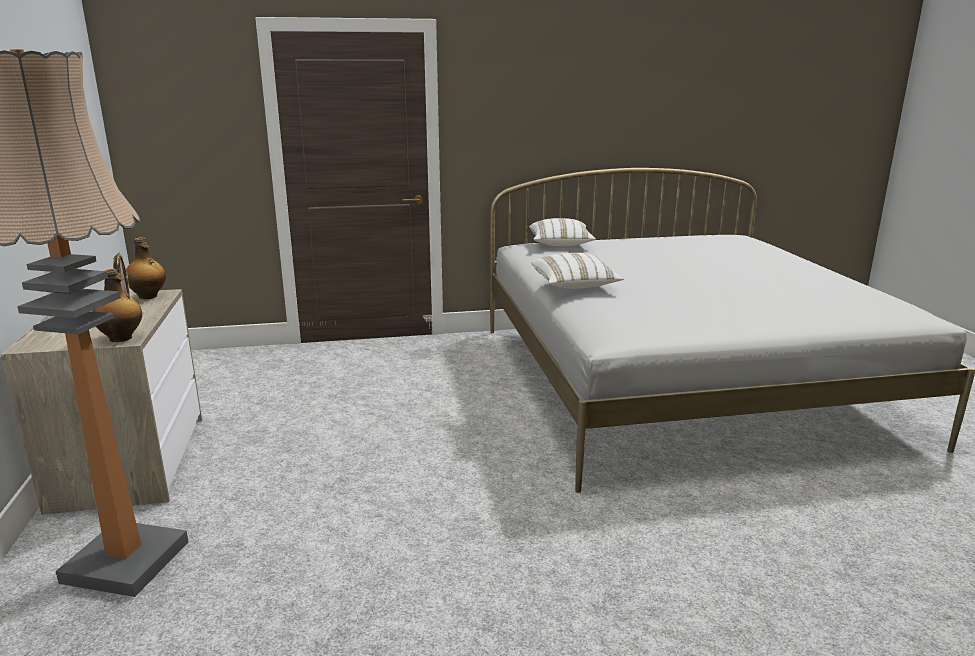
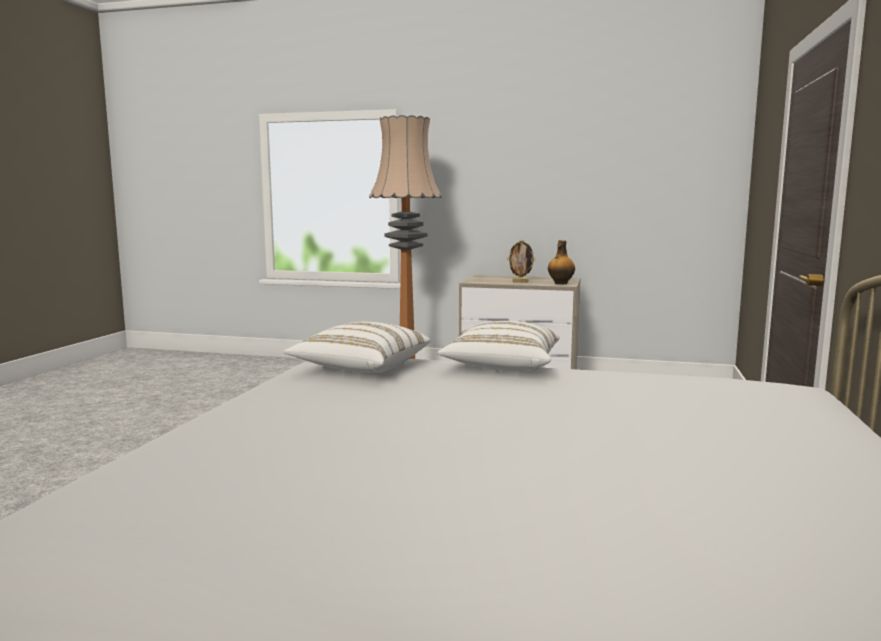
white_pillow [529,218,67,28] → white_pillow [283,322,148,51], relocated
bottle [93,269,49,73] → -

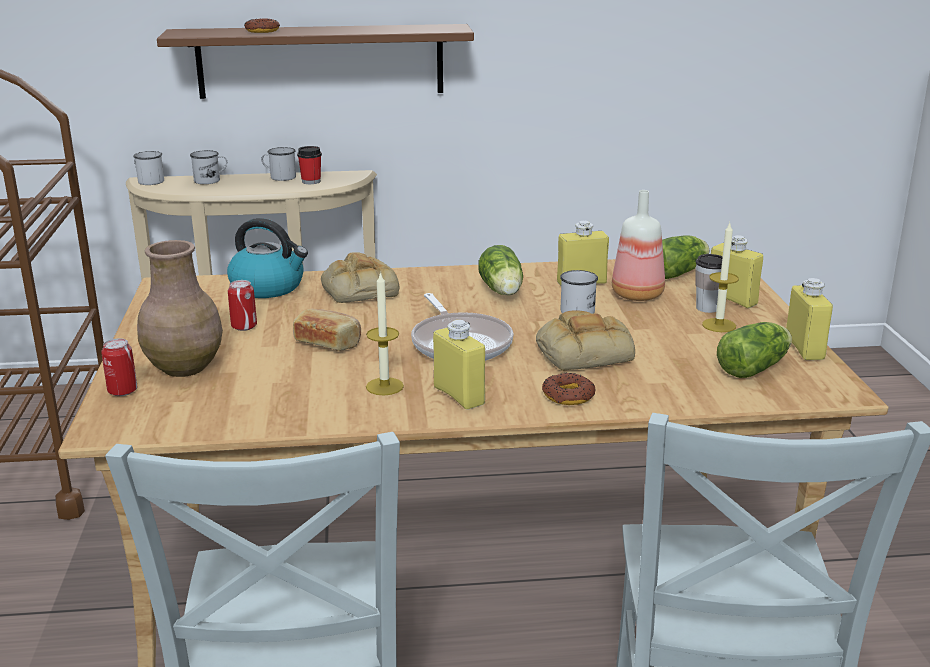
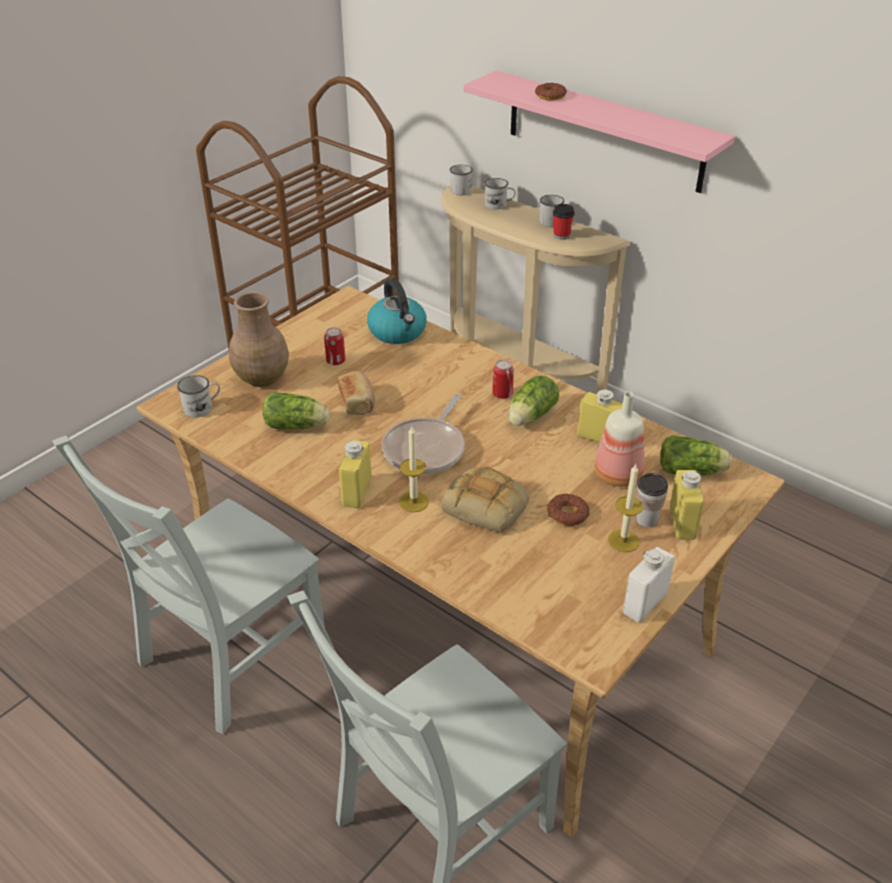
white_mug [560,270,38,44] → white_mug [177,375,43,42], relocated
lettuce [717,322,75,56] → lettuce [263,392,66,37], relocated
candle [366,272,38,123] → candle [399,426,30,86], relocated
brown_shelf [157,24,317,75] → pink_shelf [464,70,271,123]
can [101,338,36,58] → can [492,359,22,40], relocated
donut [542,373,53,32] → donut [547,493,43,33], relocated
yellow_bottle [786,278,47,82] → white_bottle [623,547,52,75]
bread [321,252,78,51] → -

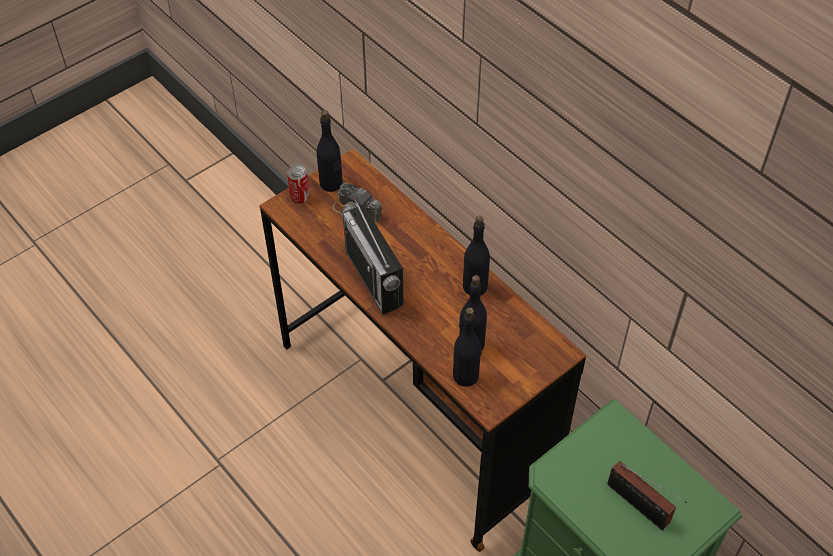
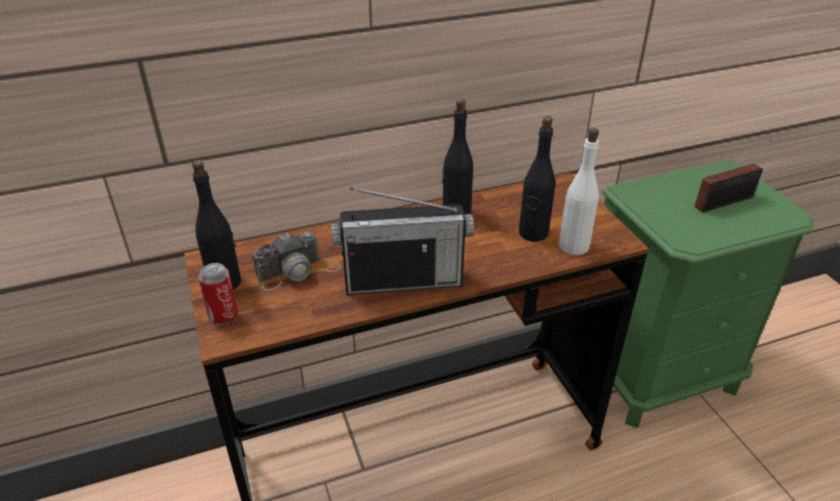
black_bottle [453,307,29,80] → white_bottle [559,128,40,127]

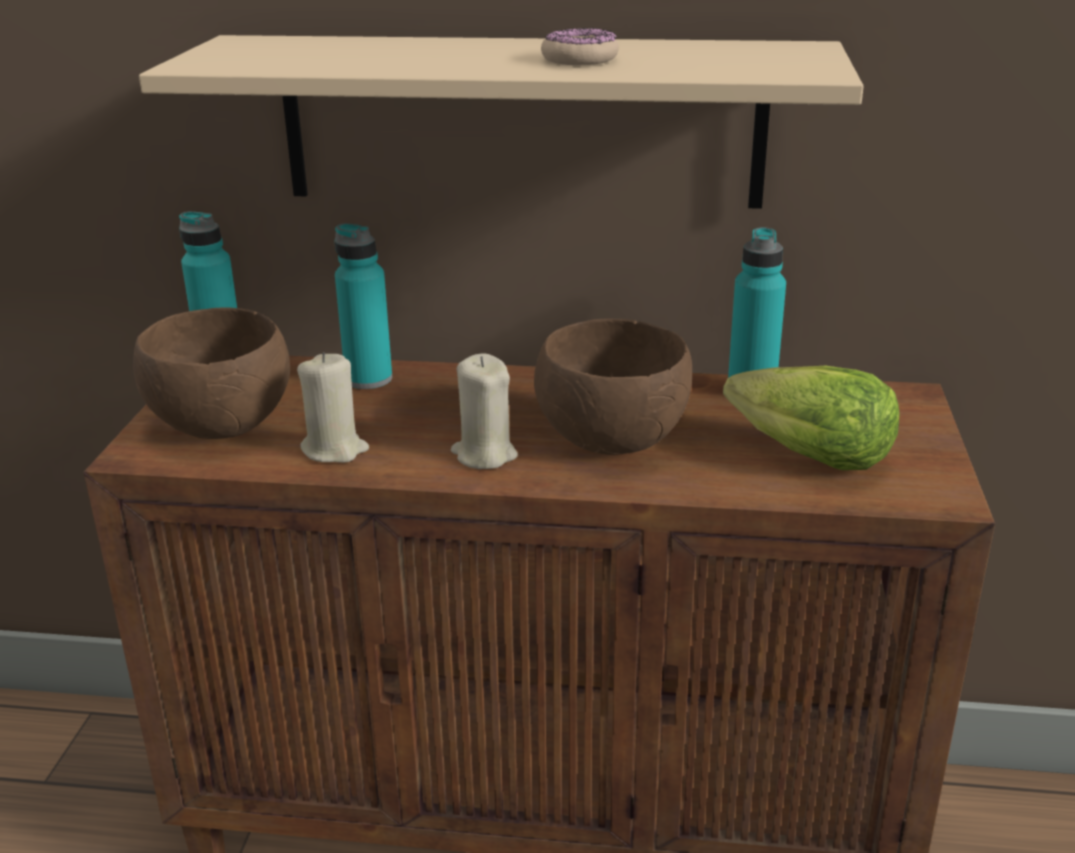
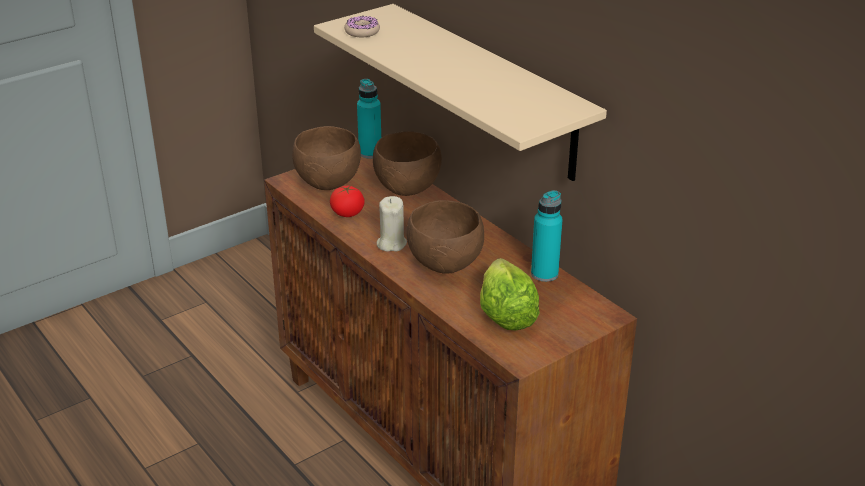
beige_candle [297,352,72,111] → tomato [330,186,35,31]
donut [541,28,78,37] → donut [344,16,36,21], relocated
turquoise_bottle [334,223,58,166] → brown_bowl [373,131,69,65]

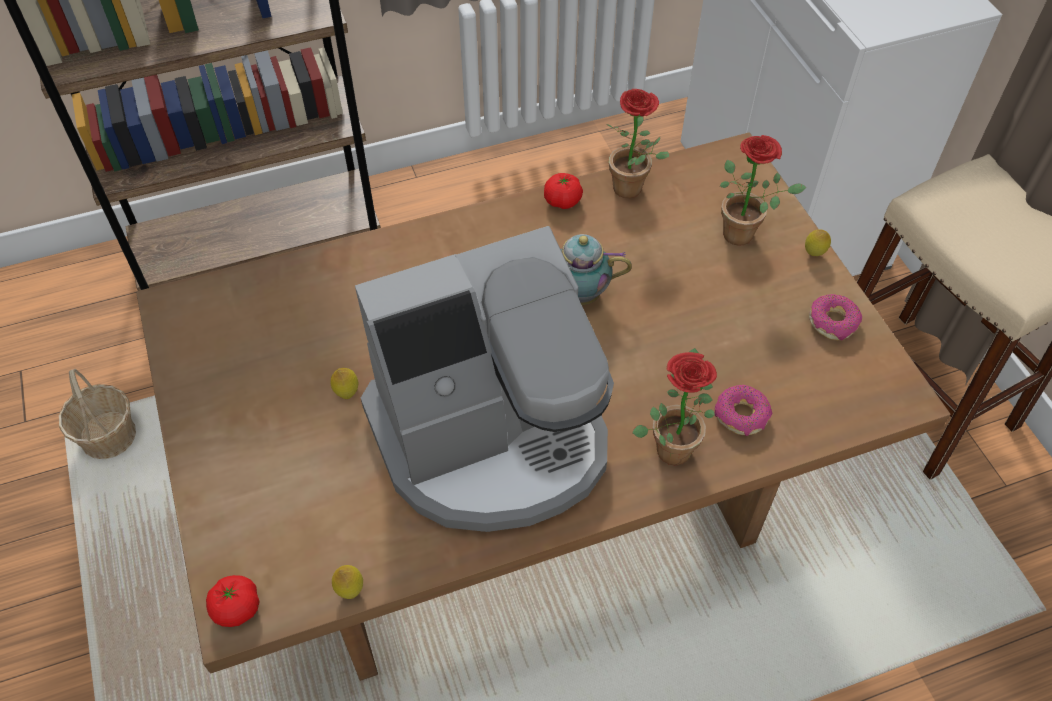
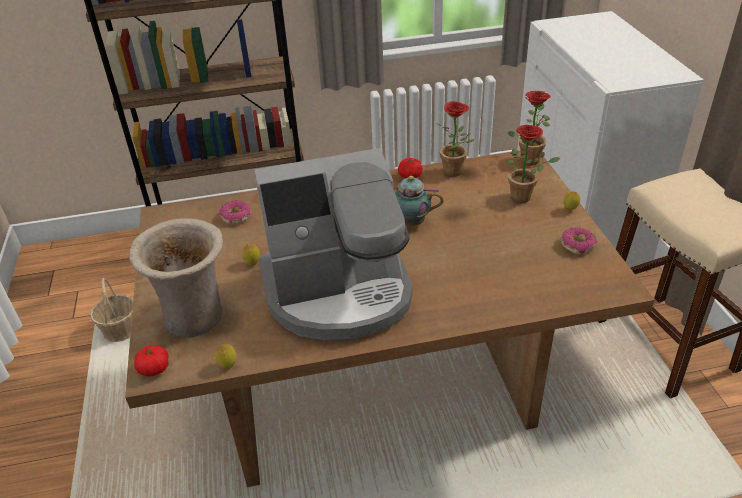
- → beige_vase [129,219,94,119]
donut [715,385,57,51] → donut [219,200,32,24], relocated
potted_plant [632,348,85,118] → potted_plant [507,91,44,75], relocated

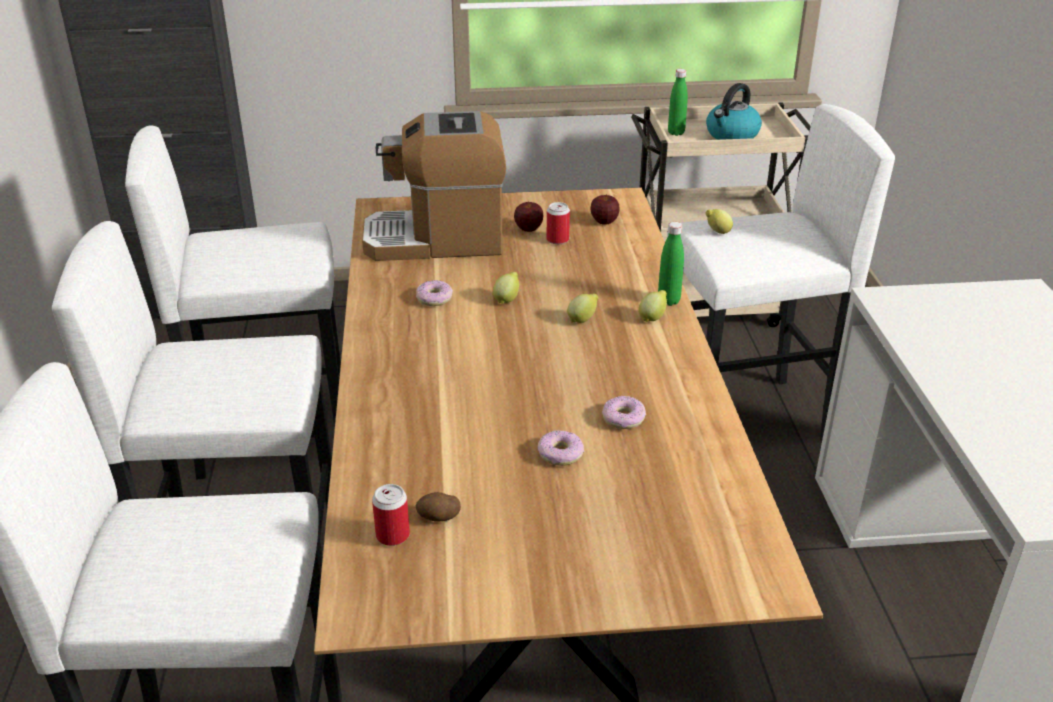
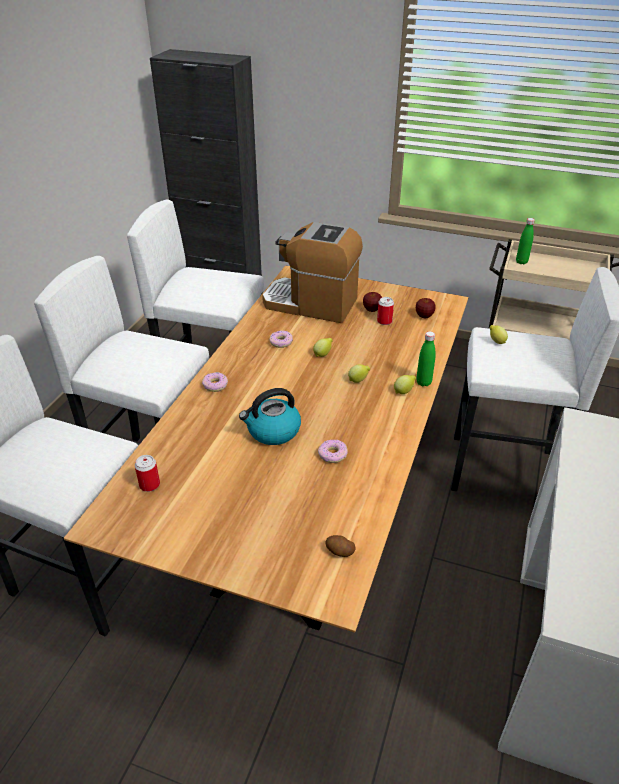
donut [538,430,46,36] → donut [202,372,26,20], relocated
kettle [706,83,56,57] → kettle [239,388,62,57], relocated
potato [416,492,45,30] → potato [325,535,31,22], relocated

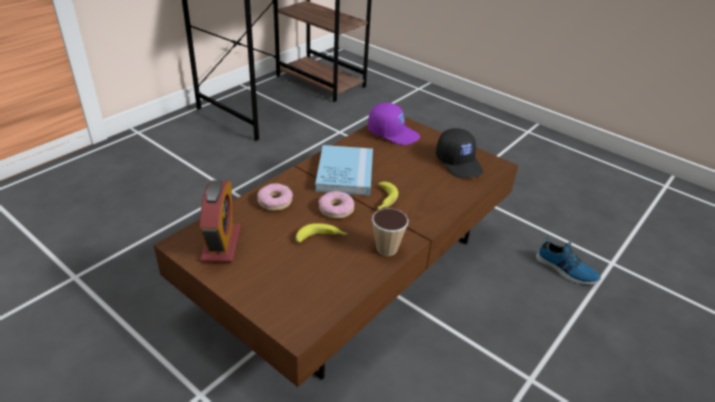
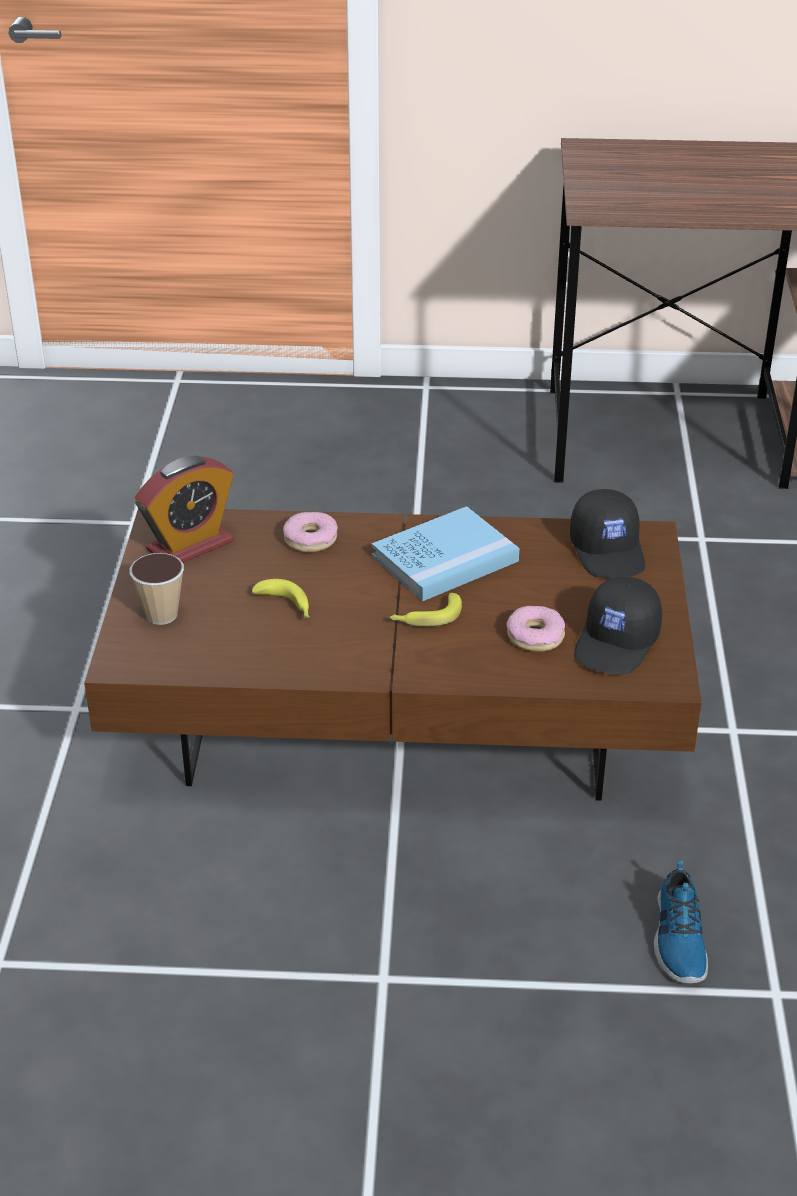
cup [372,208,36,48] → cup [130,553,54,72], relocated
donut [318,191,36,28] → donut [506,606,59,46], relocated
purple_cap [368,102,52,43] → black_cap [570,489,75,90]

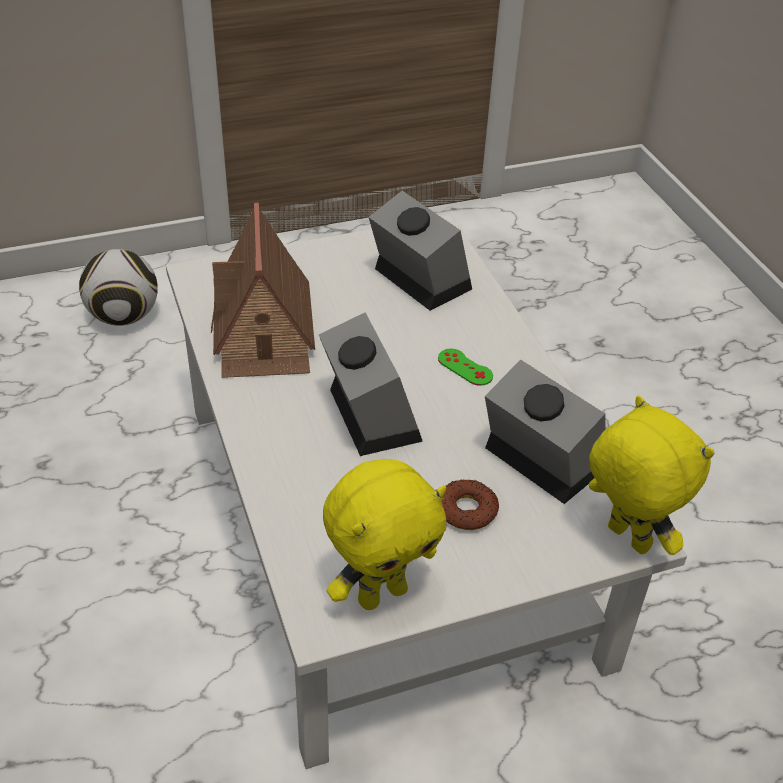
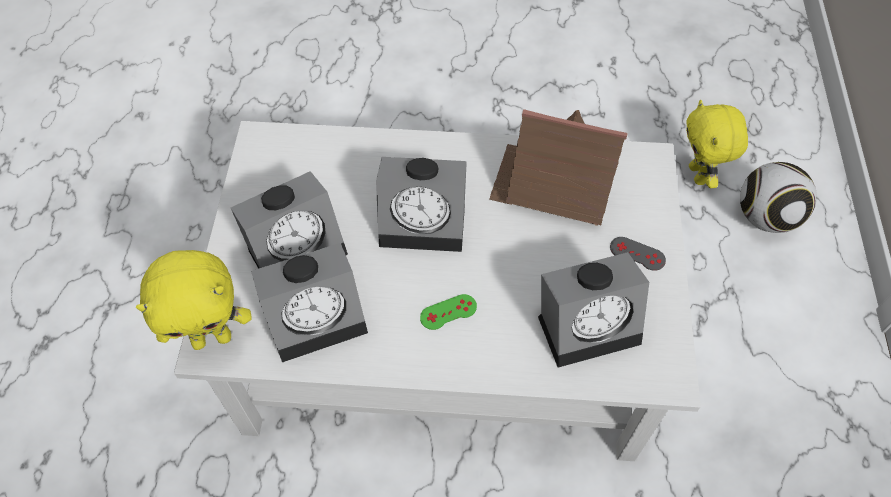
donut [442,480,57,50] → alarm_clock [231,171,117,98]
- → grey_game_controller [610,237,56,34]
yellow_plush_toy [323,459,123,151] → yellow_plush_toy [686,100,62,88], relocated

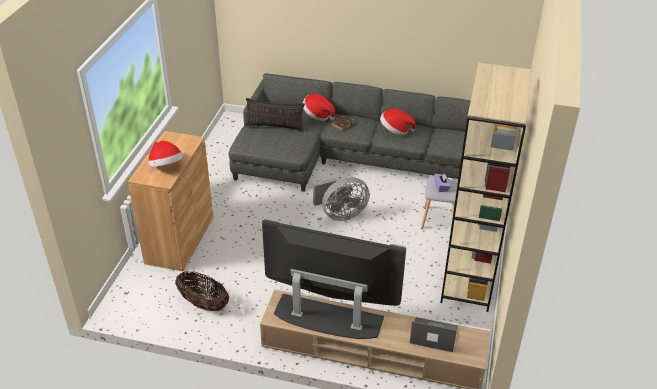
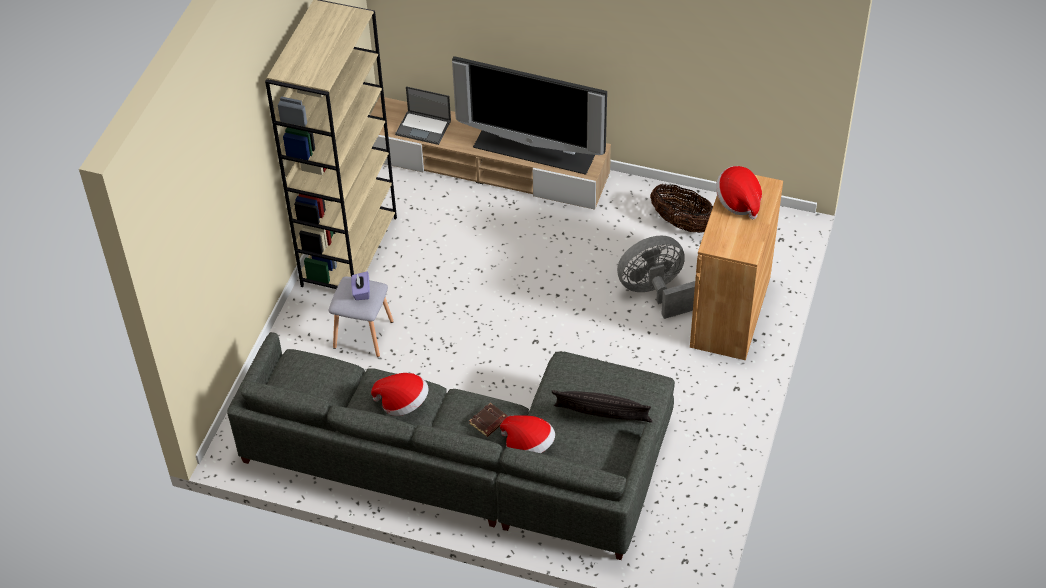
grey_fan [313,177,57,44] → grey_fan [617,236,78,83], relocated

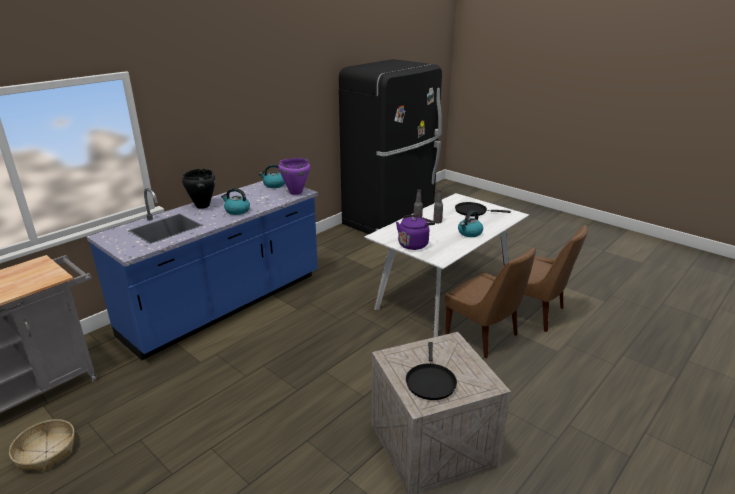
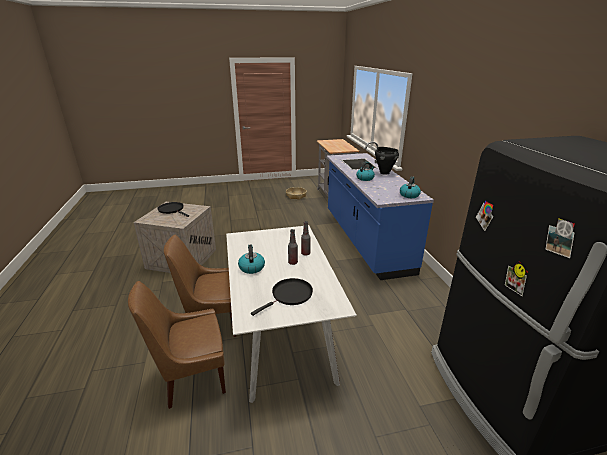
purple_cooking_pot [278,158,32,37] → -
purple_kettle [396,215,39,35] → -

